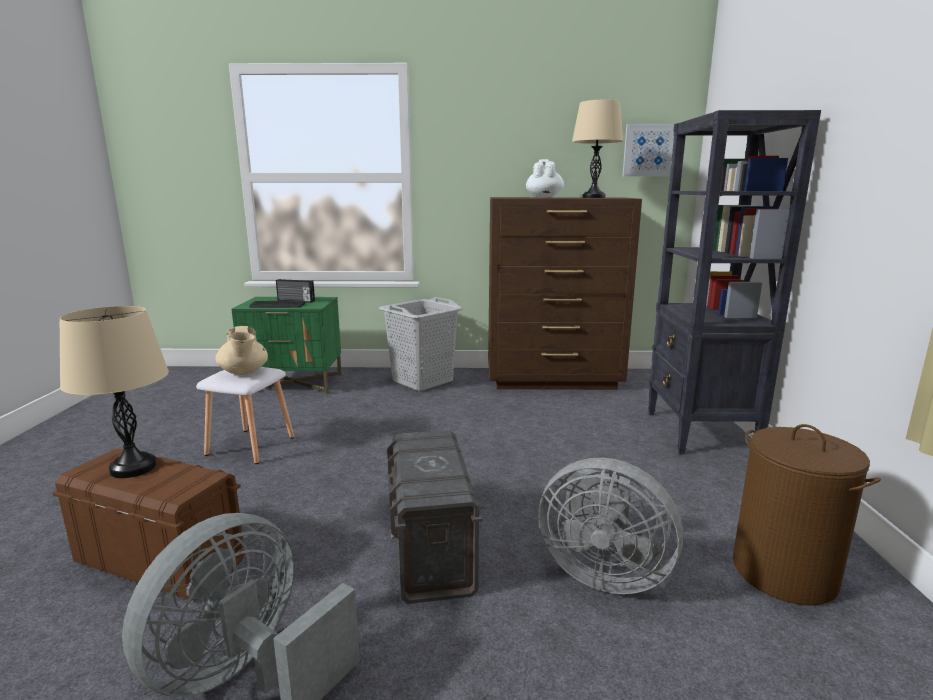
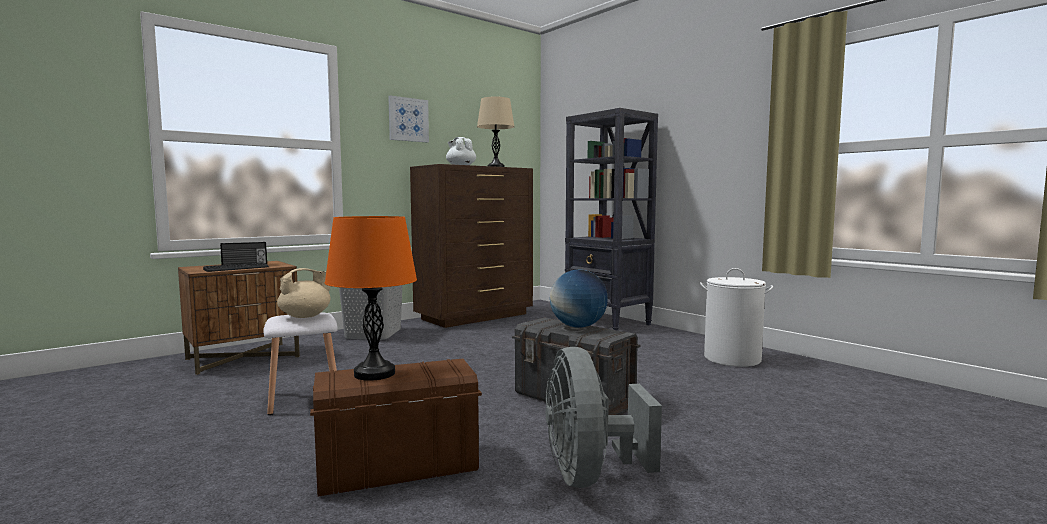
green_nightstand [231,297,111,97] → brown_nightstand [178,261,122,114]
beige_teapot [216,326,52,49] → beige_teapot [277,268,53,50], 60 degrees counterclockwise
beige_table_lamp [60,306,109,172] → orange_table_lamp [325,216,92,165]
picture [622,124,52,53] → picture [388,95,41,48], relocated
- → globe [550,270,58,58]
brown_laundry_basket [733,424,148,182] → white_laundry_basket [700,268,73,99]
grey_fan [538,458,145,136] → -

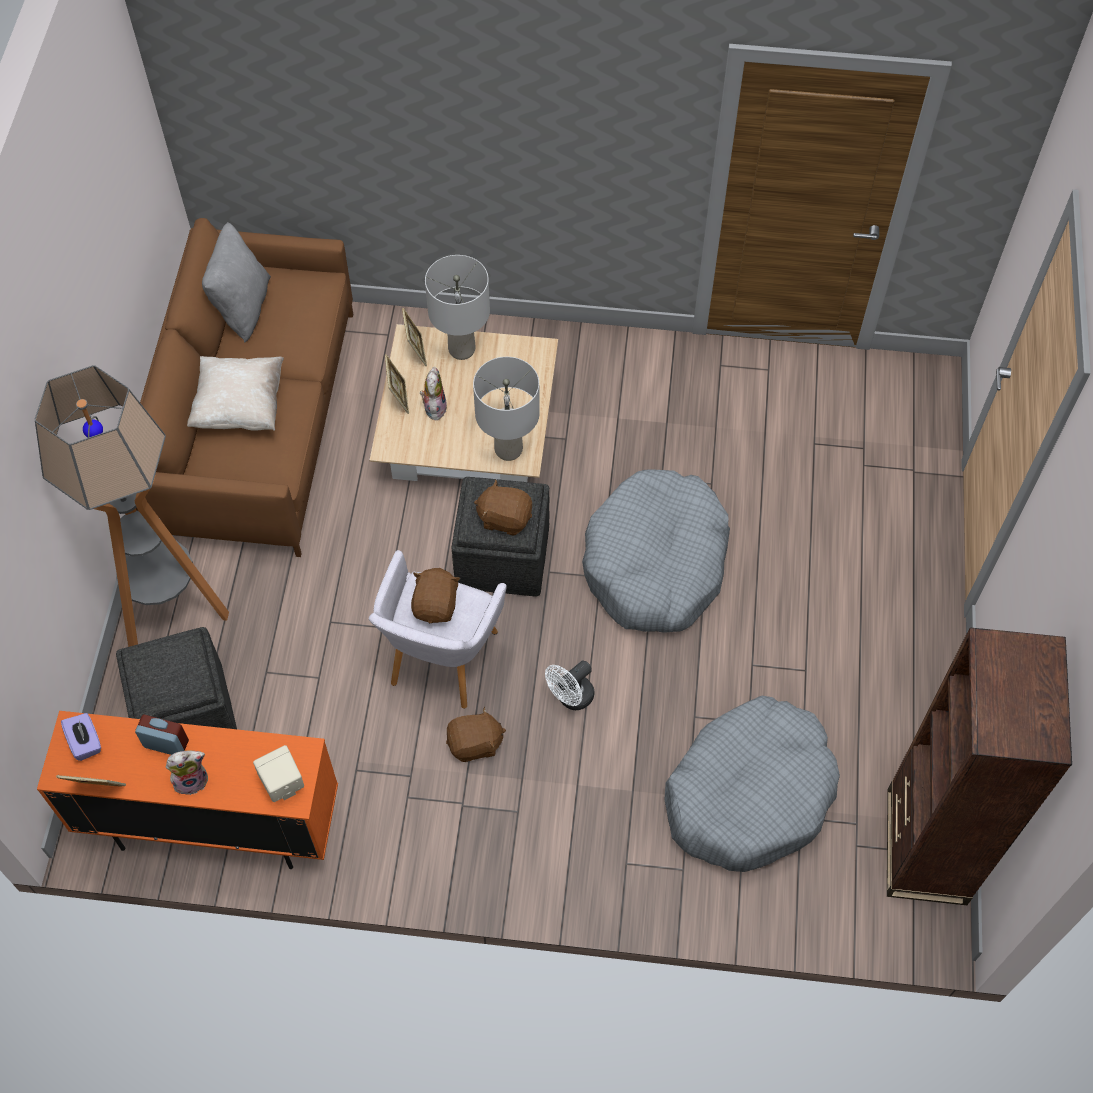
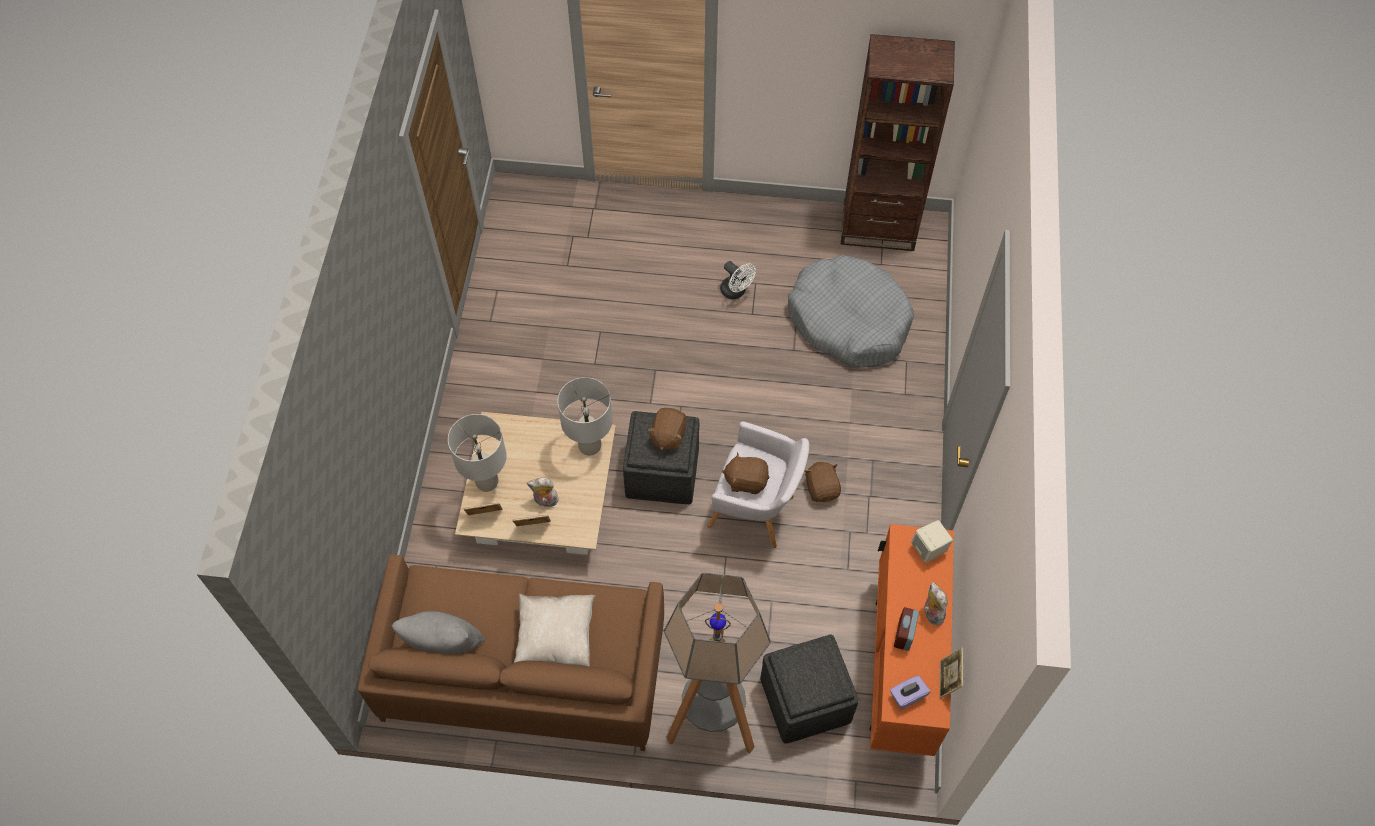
white_fan [545,660,50,50] → white_fan [720,261,36,38], relocated
grey_dog_bed [582,469,148,164] → -

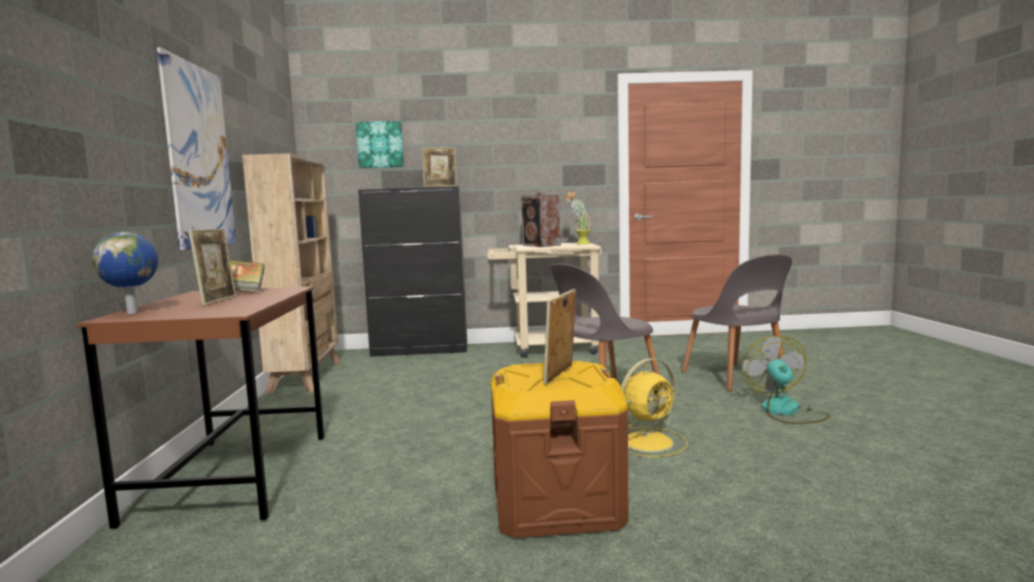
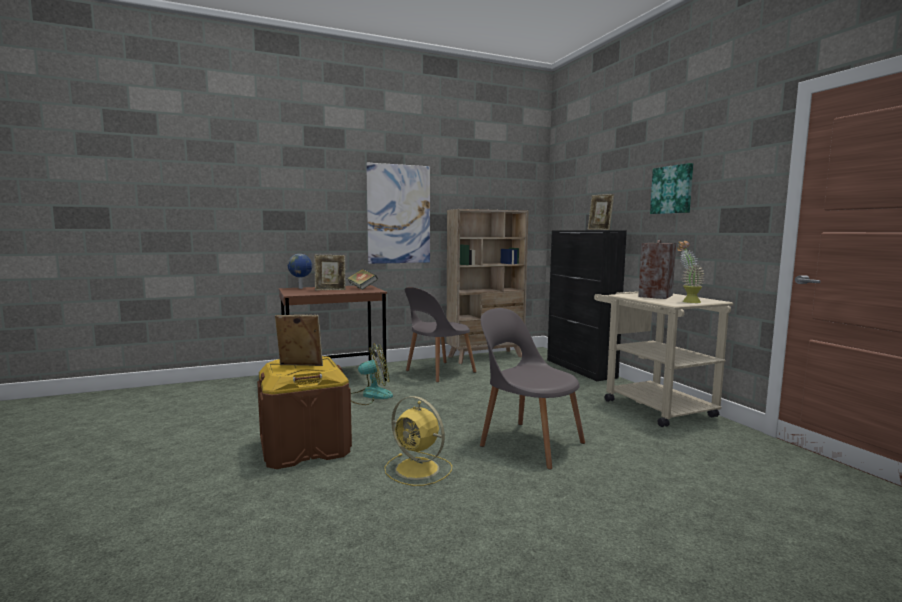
fan [741,335,89,89] → fan [351,344,42,61], relocated
grey_chair [681,254,111,137] → grey_chair [405,287,71,95], relocated
picture [356,121,48,47] → picture [650,163,43,51], relocated

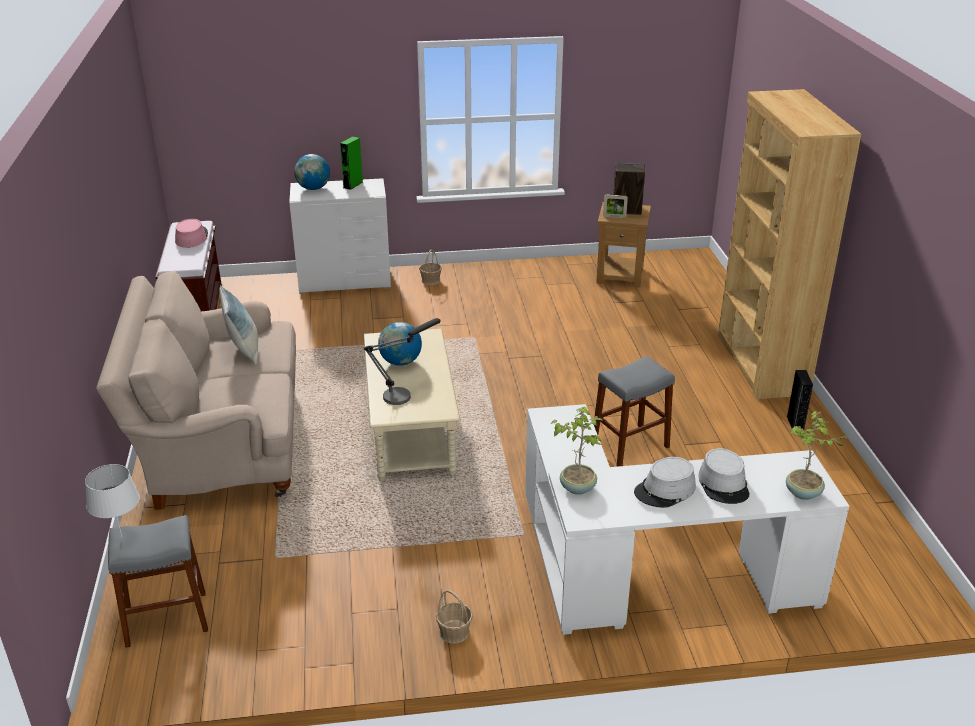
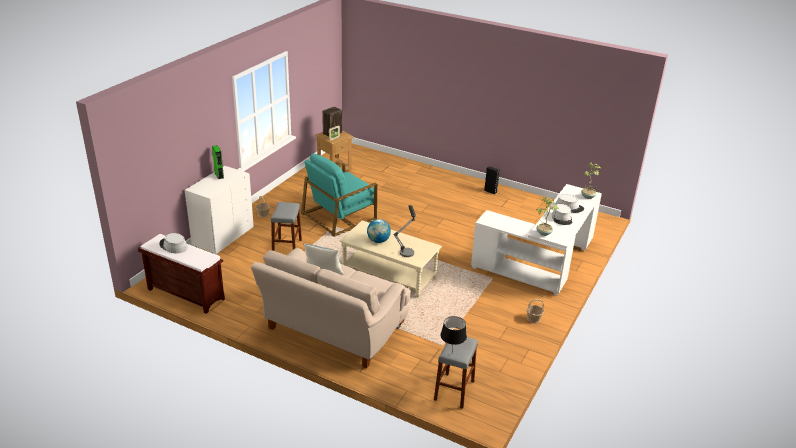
pink_hat [175,219,33,29] → grey_hat [159,233,29,20]
grey_stool [594,356,81,110] → grey_stool [271,202,31,49], relocated
- → turquoise_armchair [301,154,76,83]
white_table_lamp [85,464,55,73] → black_table_lamp [440,316,27,34]
globe [294,154,36,36] → -
brown_bookcase [718,89,144,310] → -

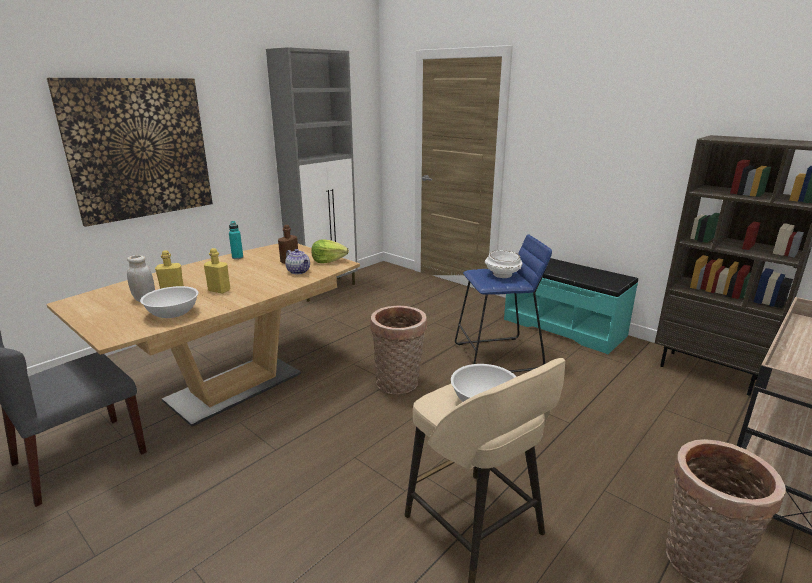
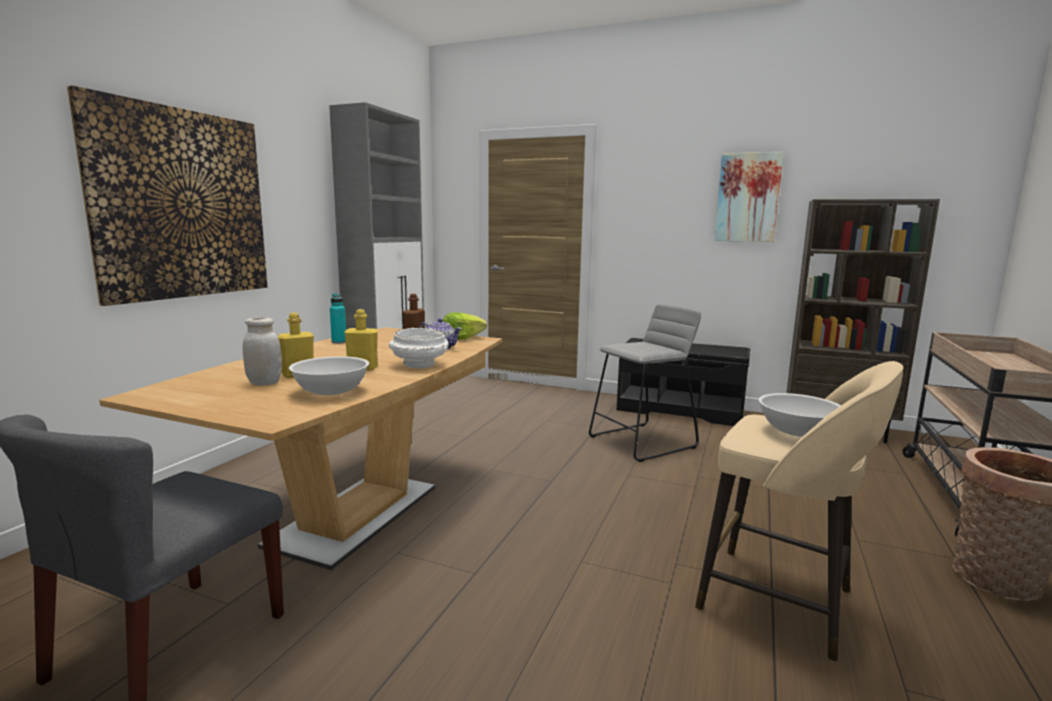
white_bowl [485,250,37,28] → white_bowl [389,328,60,40], relocated
blue_stool [455,234,97,138] → grey_stool [589,304,112,158]
turquoise_bench [504,258,134,96] → black_bench [617,338,133,88]
- → picture [715,152,69,90]
basket [370,306,57,88] → -

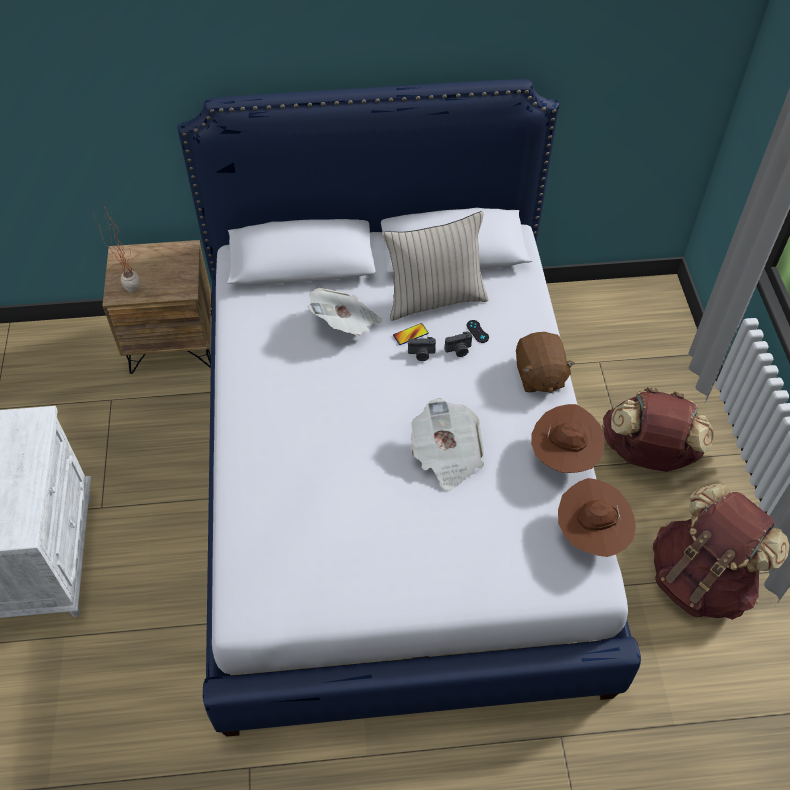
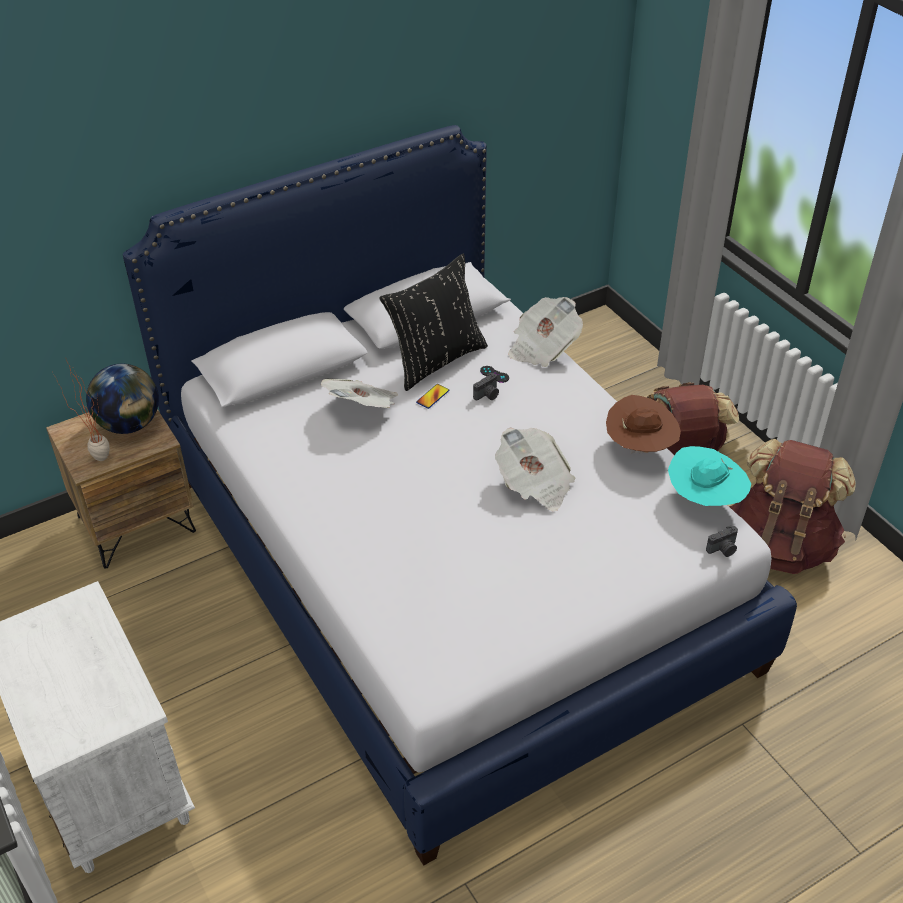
- → globe [86,364,73,70]
beige_pillow [381,211,107,110] → black_pillow [379,253,109,138]
- → newspaper [508,297,75,70]
brown_hat [558,478,78,79] → turquoise_hat [668,446,83,60]
photo_camera [408,337,28,24] → photo_camera [706,525,32,32], relocated
brown_plush_toy [516,332,59,61] → -

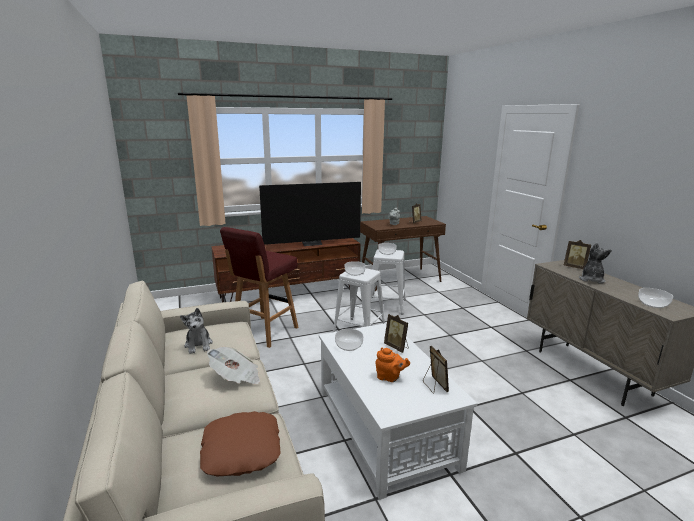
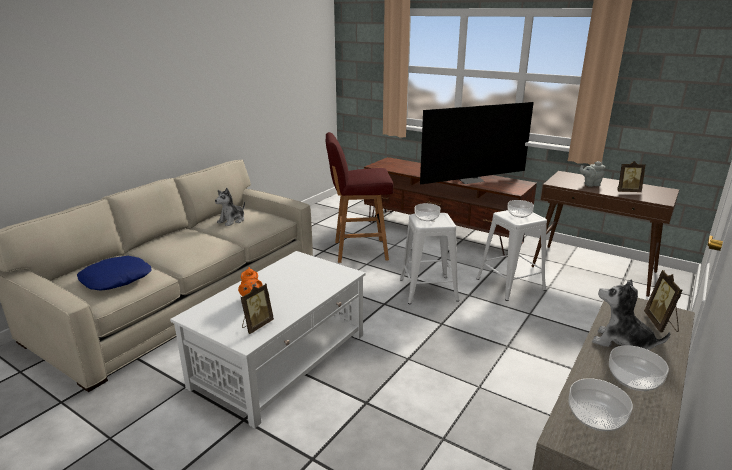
brown_pillow [200,411,81,66] → blue_pillow [77,256,75,35]
television [259,182,102,64] → television [420,102,114,83], 60 degrees counterclockwise
plush_toy [579,243,33,41] → plush_toy [592,279,78,71], 135 degrees counterclockwise
bowl [335,329,28,22] → bowl [609,345,60,46], relocated
newspaper [207,347,53,37] → -
picture_frame [384,314,25,39] → -

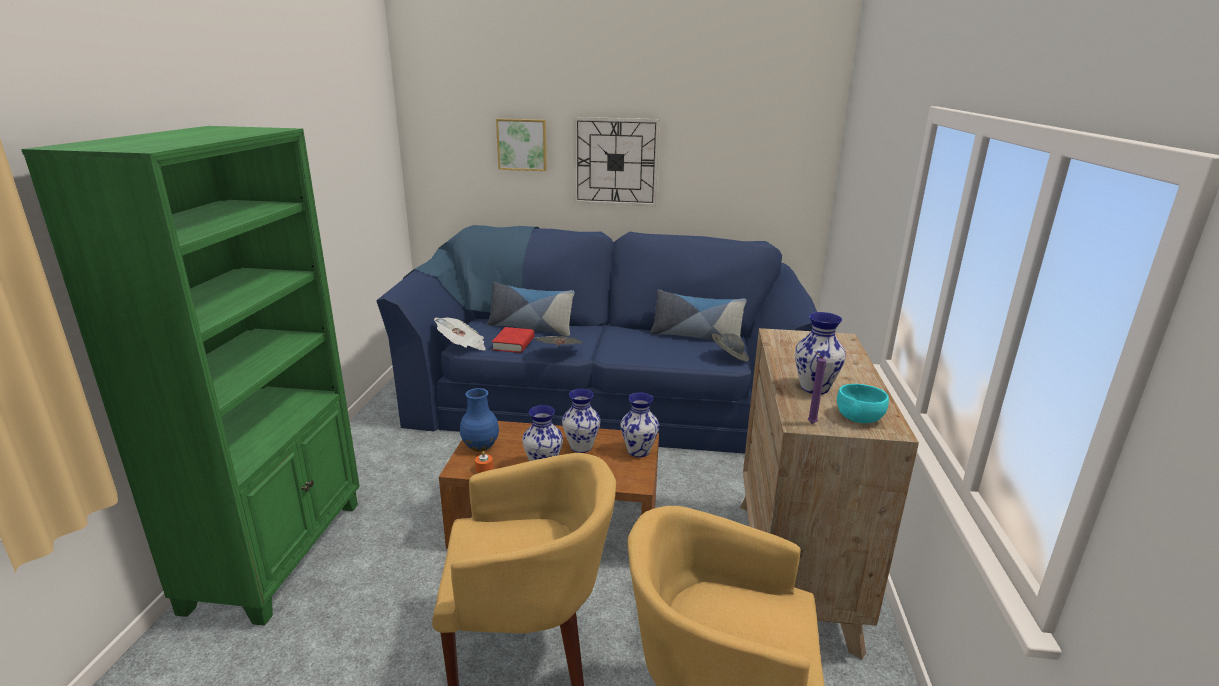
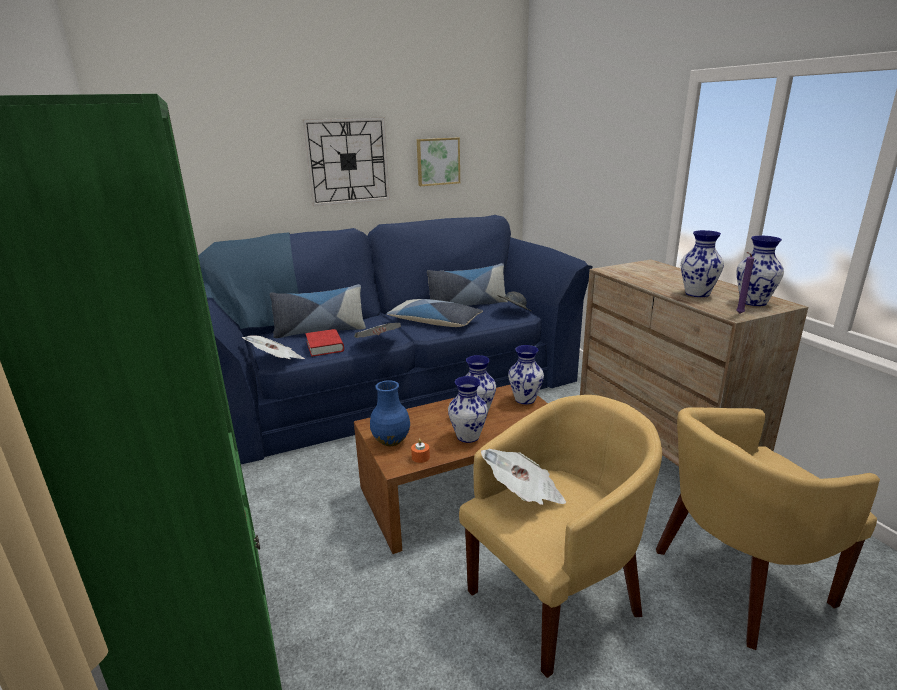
- → pillow [386,299,97,28]
picture [496,119,51,52] → picture [417,137,43,49], relocated
- → newspaper [481,449,85,56]
turquoise_bowl [837,384,52,39] → vase [736,236,48,70]

